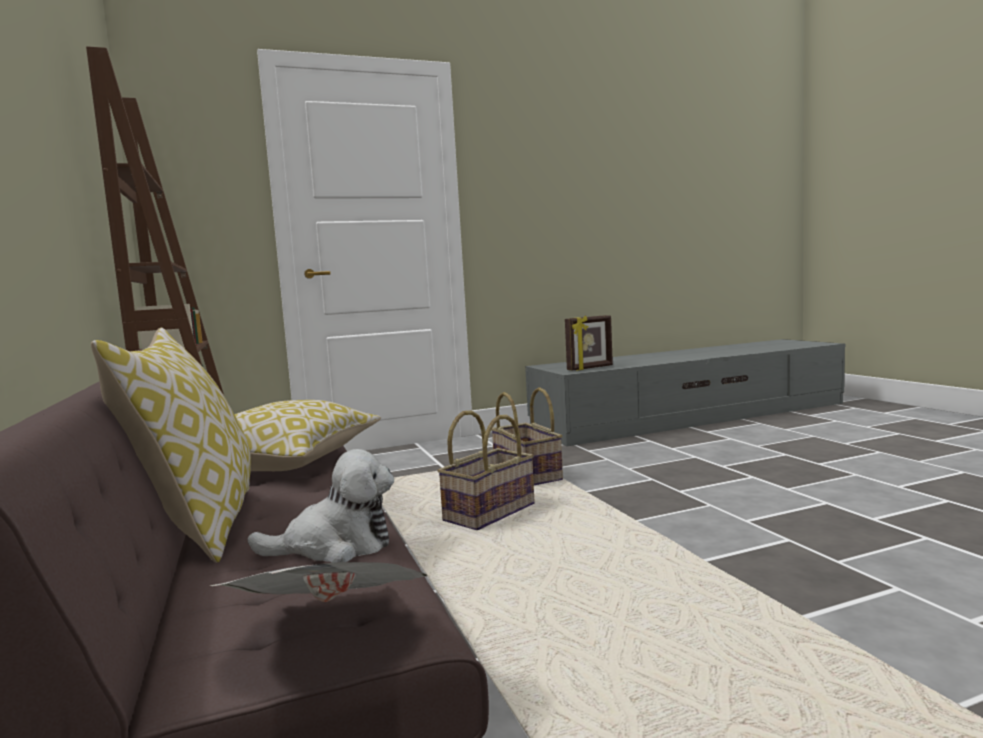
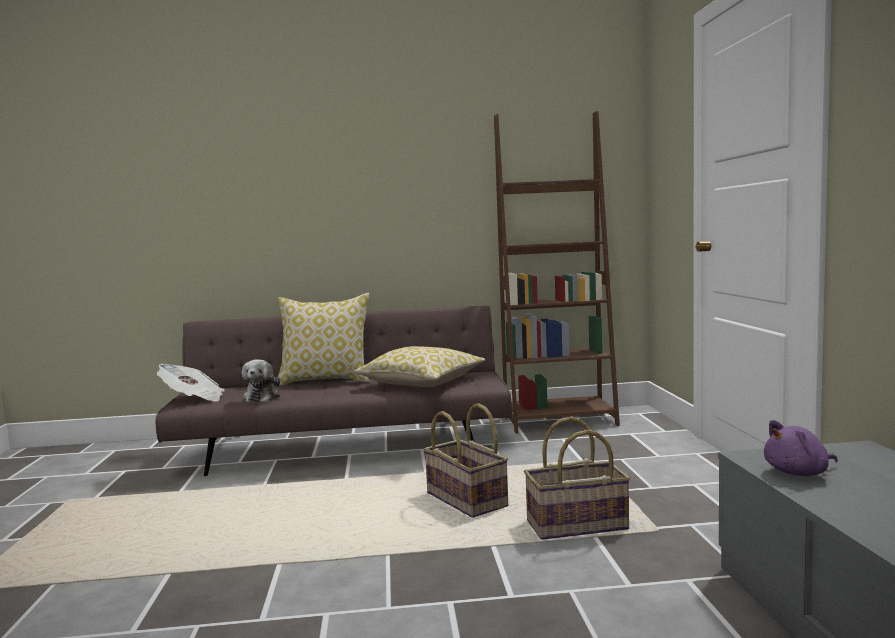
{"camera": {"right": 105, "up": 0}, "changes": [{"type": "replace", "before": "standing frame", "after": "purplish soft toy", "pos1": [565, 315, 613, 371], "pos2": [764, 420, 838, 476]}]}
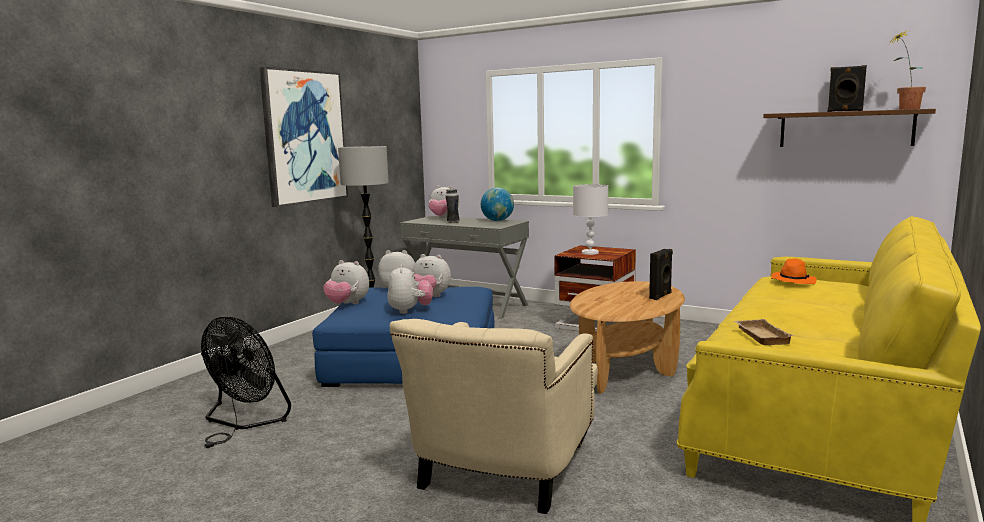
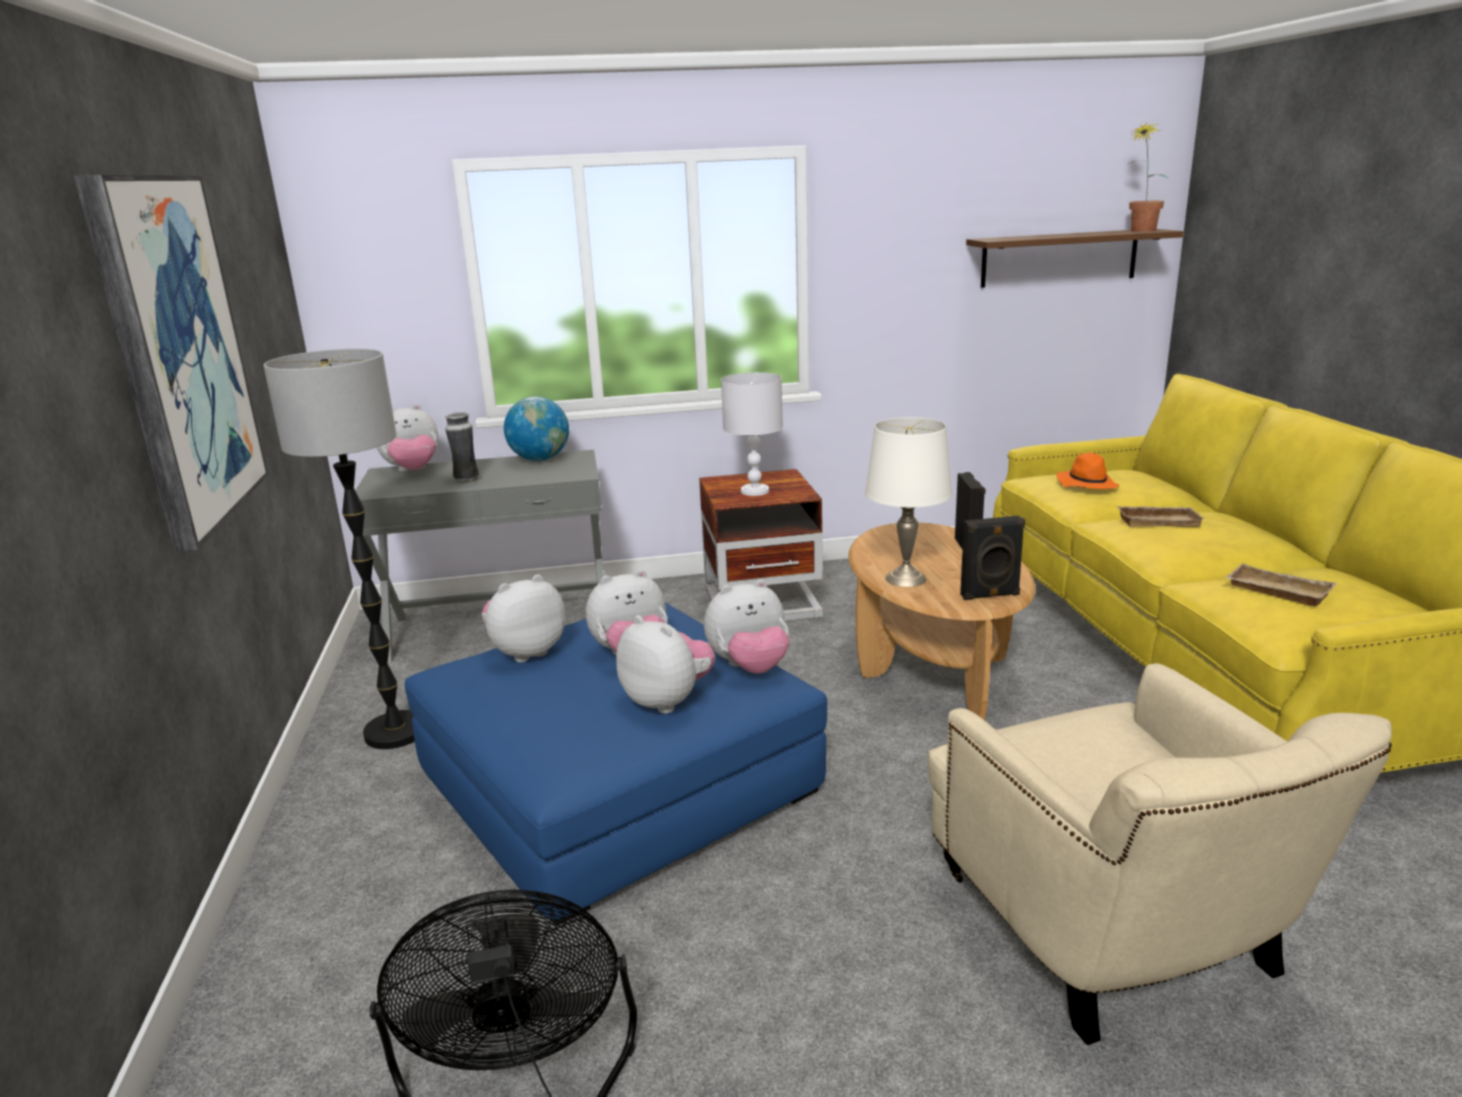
{"camera": {"right": -40, "up": 10}, "changes": [{"type": "move", "before": "soft toy", "pos1": [323, 260, 369, 304], "pos2": [704, 580, 789, 674]}, {"type": "move", "before": "blackish speaker", "pos1": [828, 65, 867, 112], "pos2": [960, 516, 1025, 600]}, {"type": "insert", "after": "white lamp for a table", "pos2": [865, 417, 953, 587]}, {"type": "insert", "after": "beige serving tray", "pos2": [1117, 506, 1205, 527]}]}
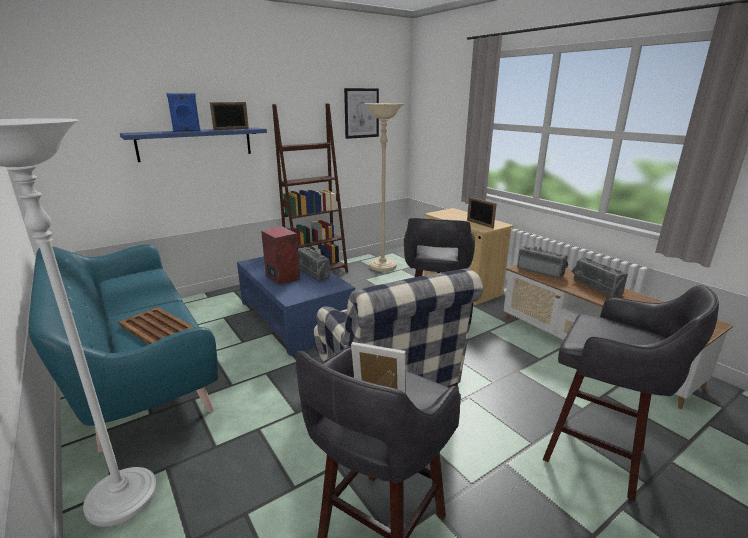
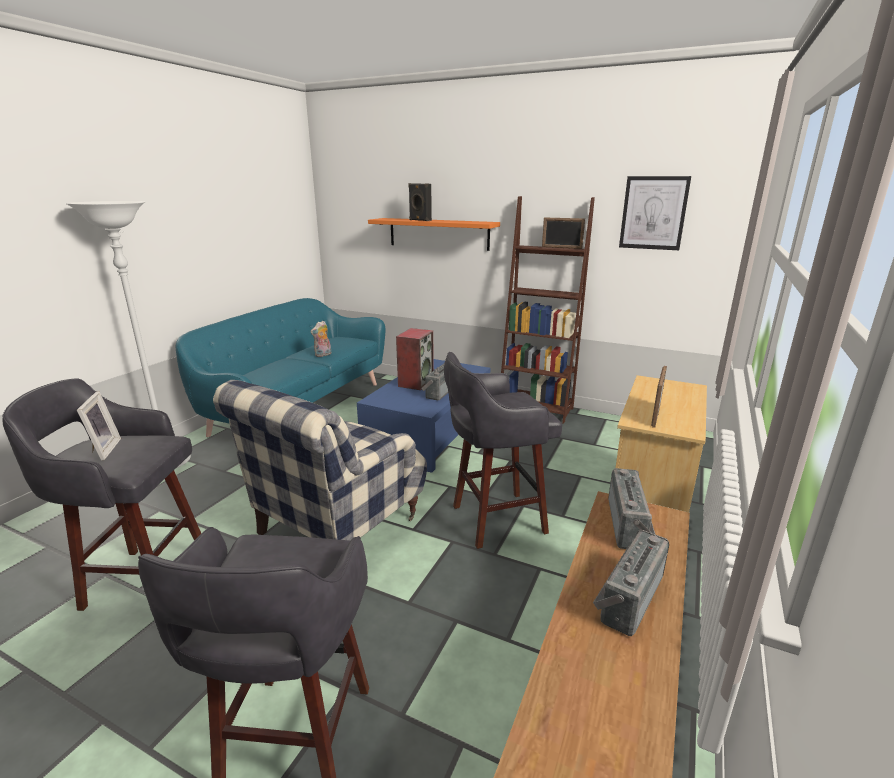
{"camera": {"right": 60, "up": 0}, "changes": [{"type": "delete", "before": "brown serving tray", "pos1": [119, 307, 195, 344]}, {"type": "recolor", "before": "blue wall shelf", "after": "orange-coloured wall shelf", "pos1": [120, 127, 267, 162], "pos2": [368, 218, 500, 251]}, {"type": "recolor", "before": "blue speaker", "after": "blackish speaker", "pos1": [167, 93, 201, 132], "pos2": [408, 183, 432, 221]}, {"type": "move", "before": "standing frame", "pos1": [210, 102, 249, 130], "pos2": [542, 217, 585, 249]}, {"type": "delete", "before": "beige standard lamp", "pos1": [365, 103, 404, 272]}, {"type": "insert", "after": "soft toy", "pos2": [310, 321, 331, 357]}]}
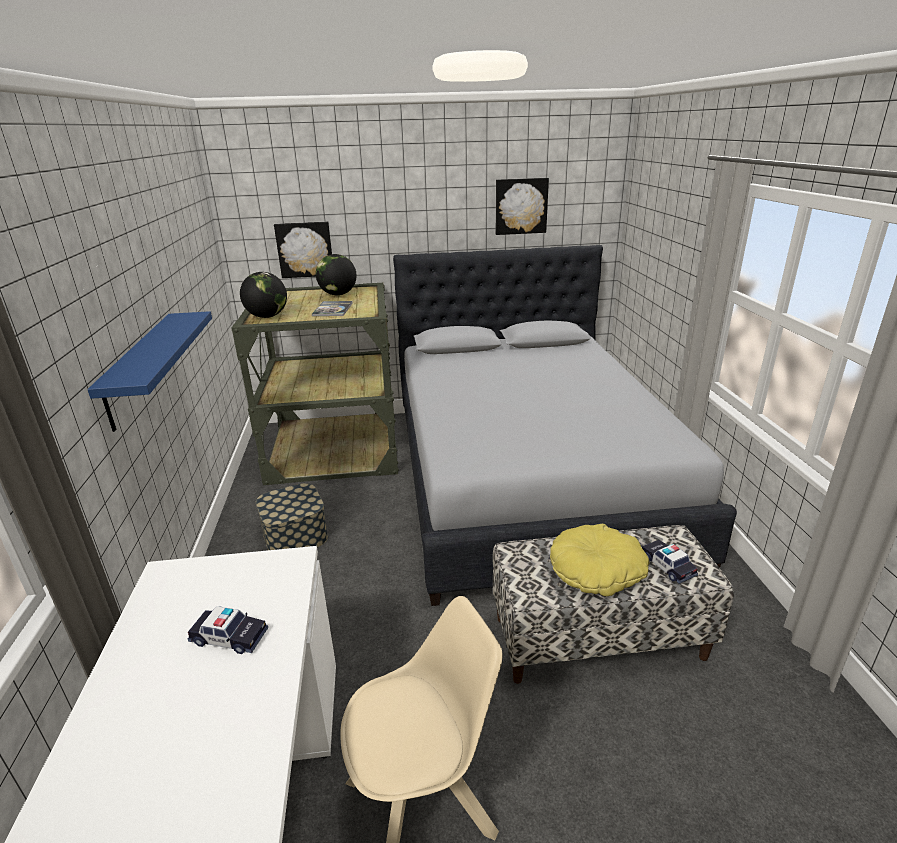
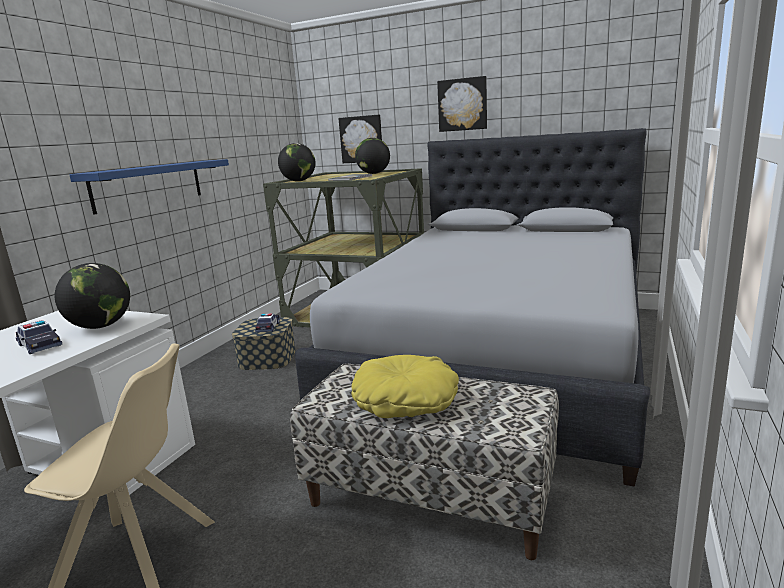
{"camera": {"right": 30, "up": -10}, "changes": [{"type": "move", "before": "wall picture", "pos1": [496, 178, 549, 235], "pos2": [437, 76, 487, 132]}, {"type": "move", "before": "miniature car", "pos1": [642, 540, 698, 584], "pos2": [255, 313, 280, 332]}, {"type": "insert", "after": "globe", "pos2": [55, 263, 130, 329]}]}
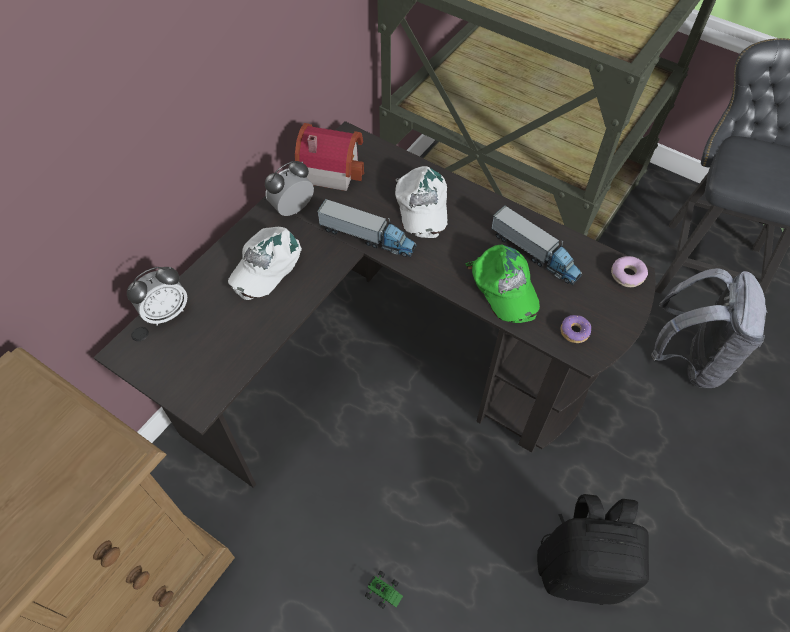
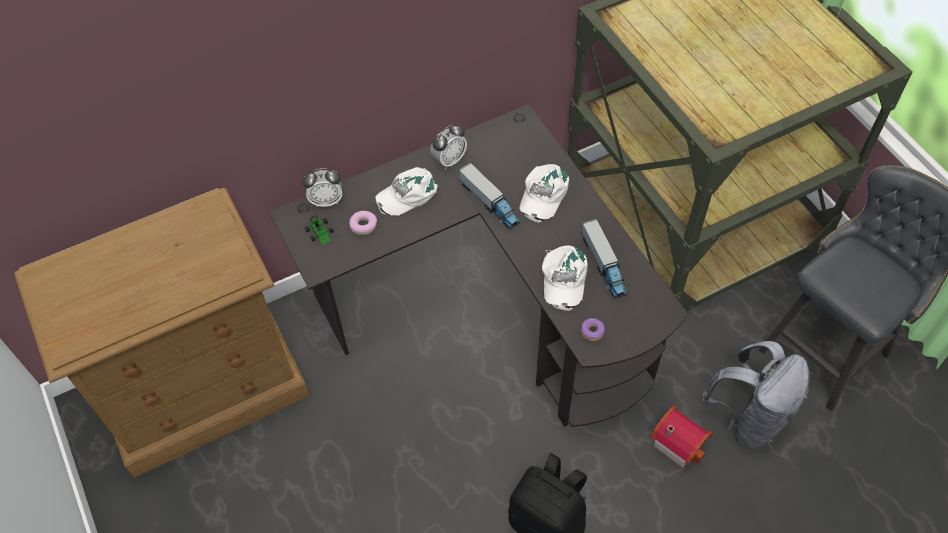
{"camera": {"right": 30, "up": 0}, "changes": [{"type": "rotate", "before": "bedside clock", "pos1": [265, 161, 314, 216], "pos2": [430, 124, 467, 169], "turn": 150}, {"type": "move", "before": "toy house", "pos1": [295, 123, 364, 191], "pos2": [650, 406, 712, 468]}, {"type": "move", "before": "miniature car", "pos1": [365, 571, 403, 609], "pos2": [305, 215, 334, 245]}, {"type": "recolor", "before": "greenish peaked cap", "after": "white peaked cap", "pos1": [466, 245, 540, 323], "pos2": [542, 246, 587, 311]}, {"type": "move", "before": "doughnut", "pos1": [611, 256, 648, 287], "pos2": [349, 211, 377, 235]}]}
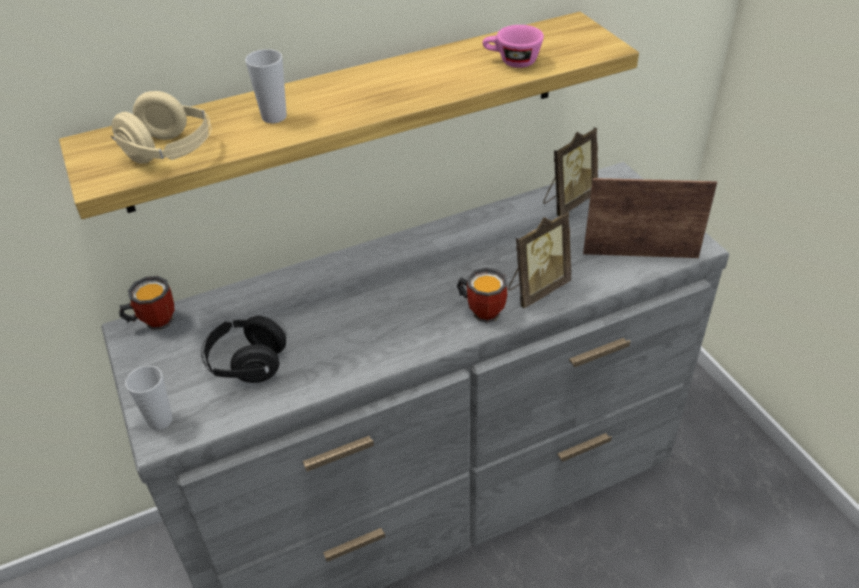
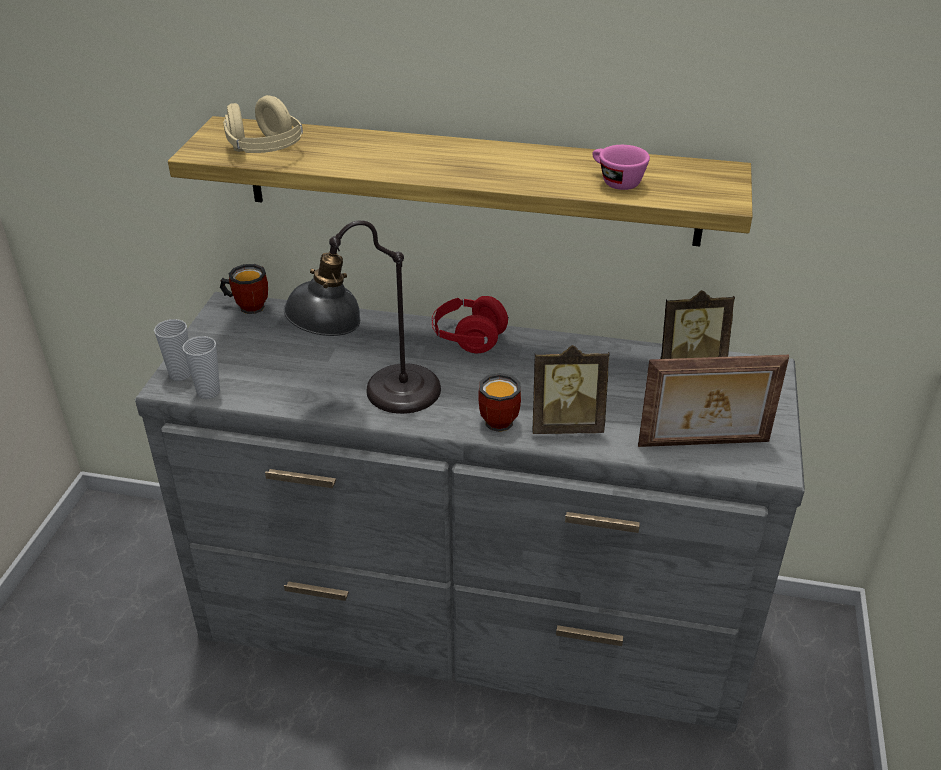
{"camera": {"right": 35, "up": -5}, "changes": [{"type": "delete", "before": "blackish headphones", "pos1": [201, 316, 286, 383]}, {"type": "move", "before": "small cup", "pos1": [245, 49, 287, 123], "pos2": [182, 336, 220, 399]}, {"type": "rotate", "before": "standing frame", "pos1": [583, 178, 717, 258], "pos2": [638, 355, 789, 447], "turn": 135}, {"type": "insert", "after": "grey lamp for a table", "pos2": [284, 220, 441, 414]}, {"type": "insert", "after": "reddish headphones", "pos2": [432, 296, 509, 353]}]}
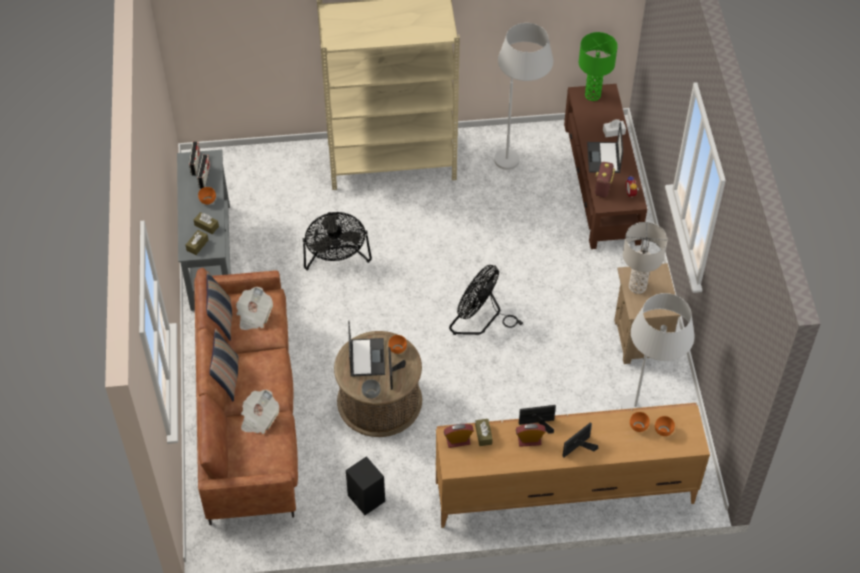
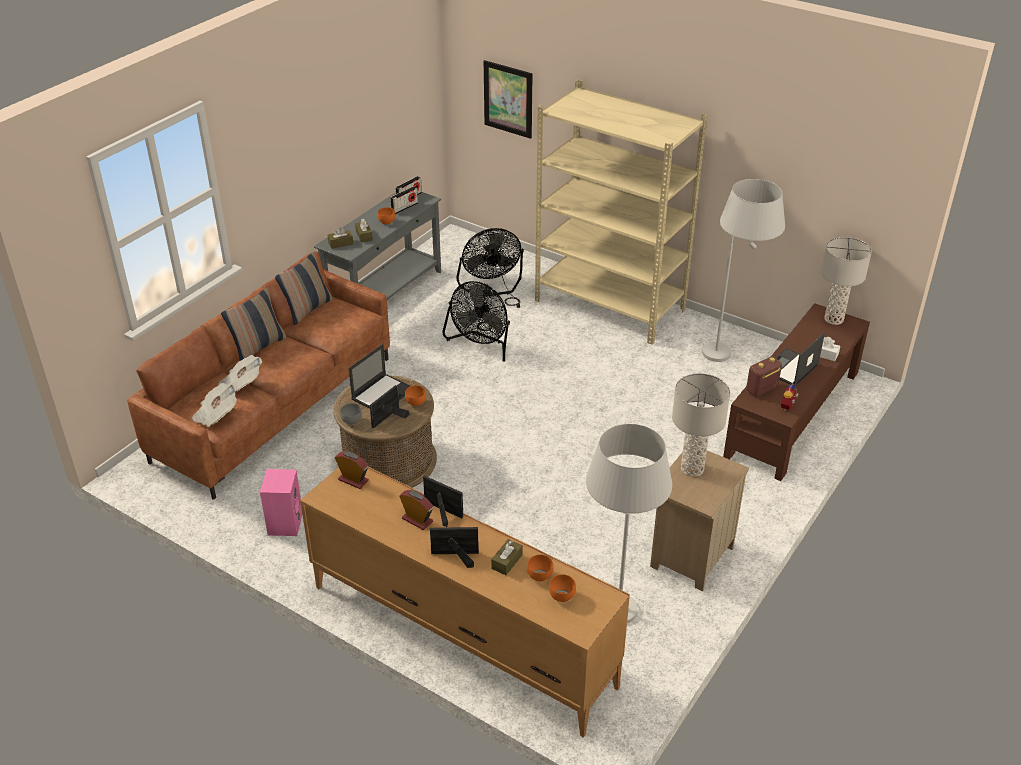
{"camera": {"right": 40, "up": -15}, "changes": [{"type": "move", "before": "printed paper", "pos1": [236, 287, 273, 330], "pos2": [192, 383, 237, 427]}, {"type": "recolor", "before": "blackish speaker", "after": "pink speaker", "pos1": [346, 456, 385, 515], "pos2": [260, 469, 302, 536]}, {"type": "move", "before": "blackish fan", "pos1": [449, 265, 523, 335], "pos2": [456, 228, 524, 308]}, {"type": "move", "before": "brown box of tissues", "pos1": [475, 419, 493, 446], "pos2": [491, 539, 523, 575]}, {"type": "recolor", "before": "greenish lamp for a table", "after": "white lamp for a table", "pos1": [579, 32, 618, 101], "pos2": [821, 237, 872, 325]}, {"type": "insert", "after": "wall picture", "pos2": [484, 60, 533, 139]}]}
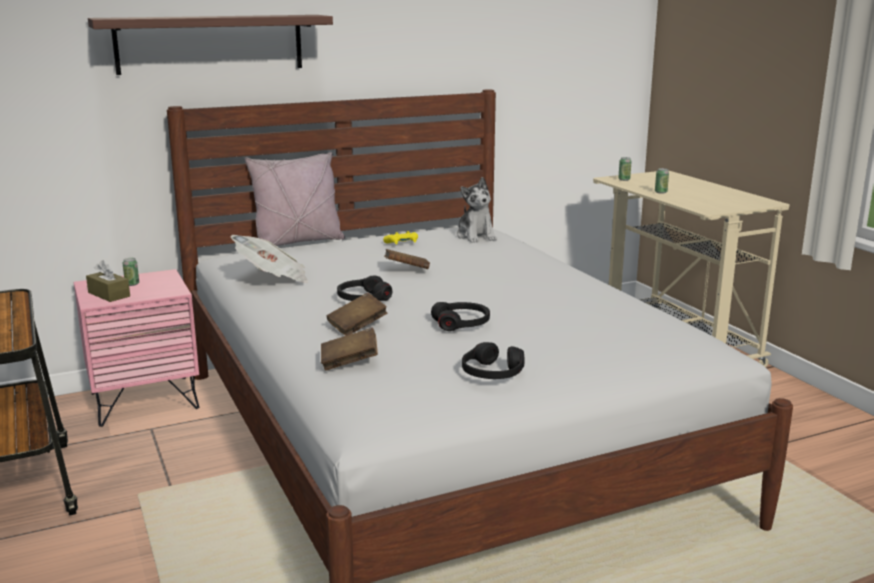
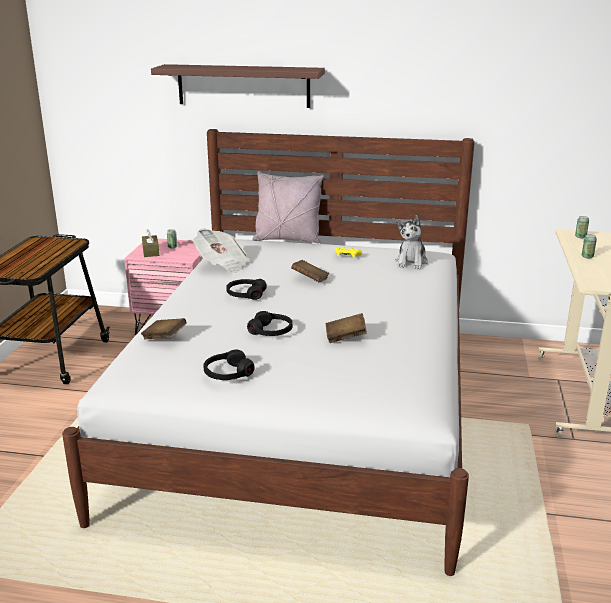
{"camera": {"right": 35, "up": 5}, "changes": [{"type": "move", "before": "brown book", "pos1": [327, 292, 388, 336], "pos2": [326, 313, 367, 343]}]}
